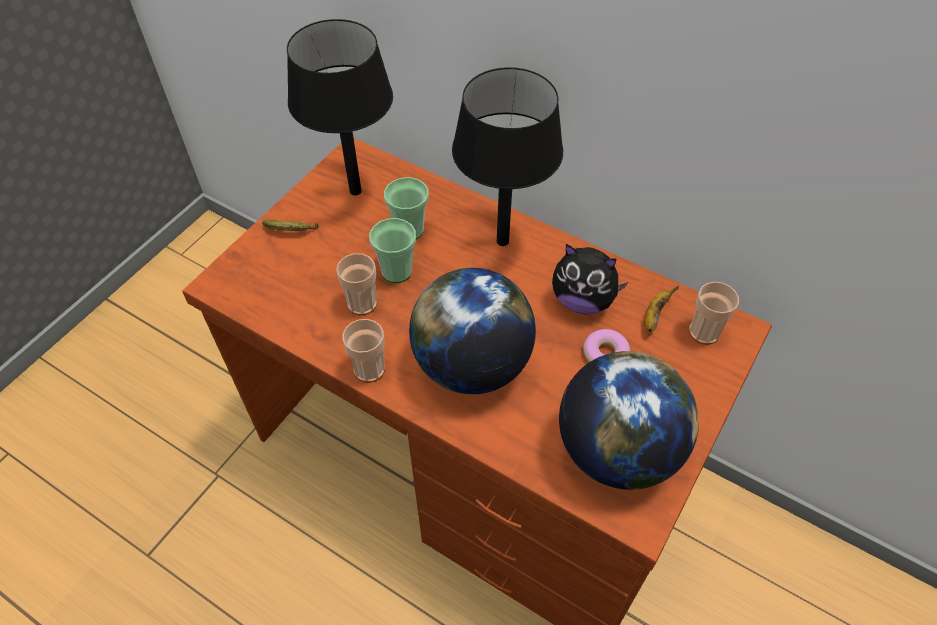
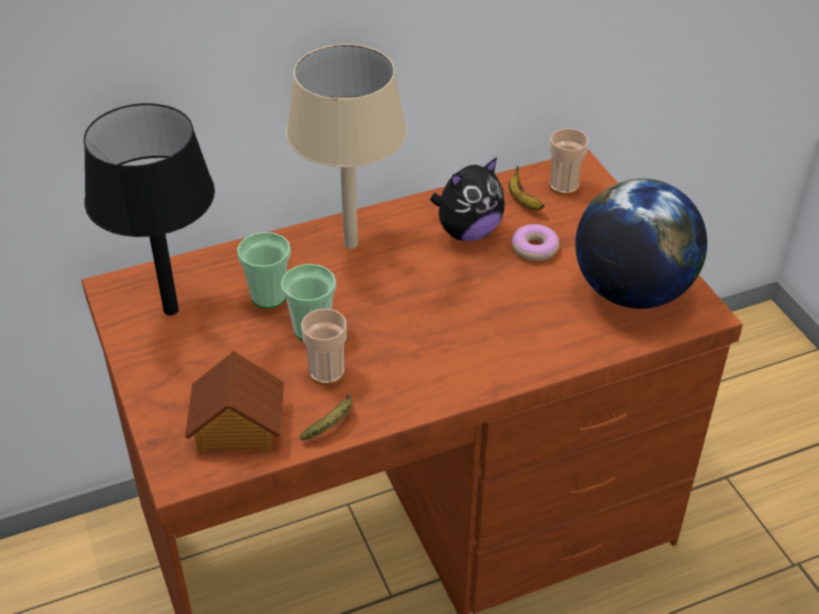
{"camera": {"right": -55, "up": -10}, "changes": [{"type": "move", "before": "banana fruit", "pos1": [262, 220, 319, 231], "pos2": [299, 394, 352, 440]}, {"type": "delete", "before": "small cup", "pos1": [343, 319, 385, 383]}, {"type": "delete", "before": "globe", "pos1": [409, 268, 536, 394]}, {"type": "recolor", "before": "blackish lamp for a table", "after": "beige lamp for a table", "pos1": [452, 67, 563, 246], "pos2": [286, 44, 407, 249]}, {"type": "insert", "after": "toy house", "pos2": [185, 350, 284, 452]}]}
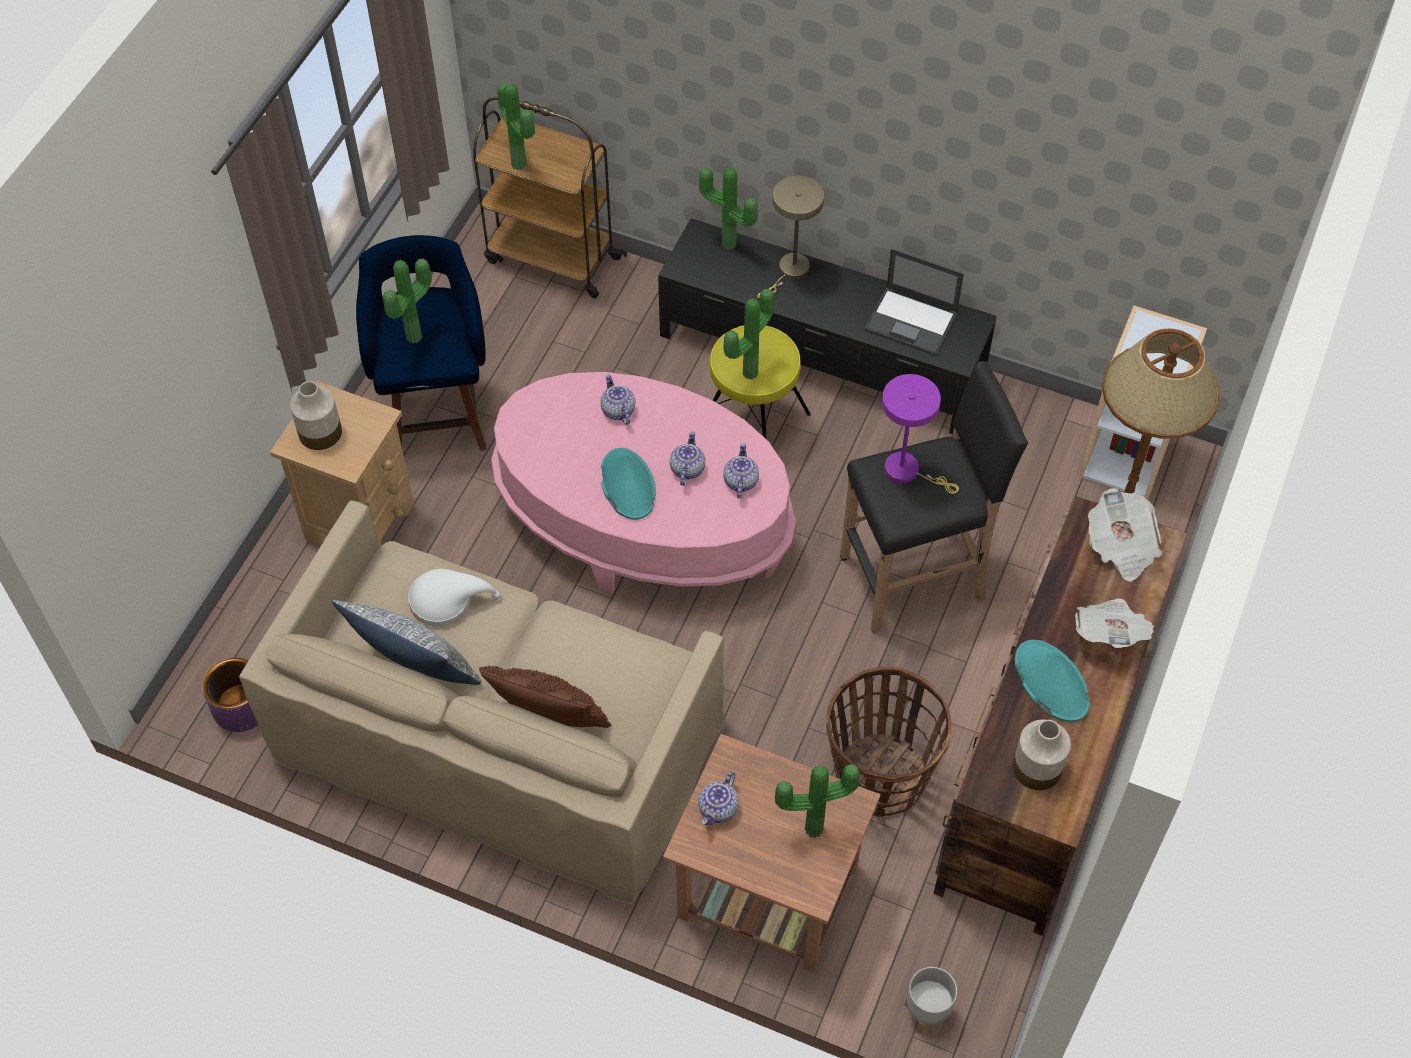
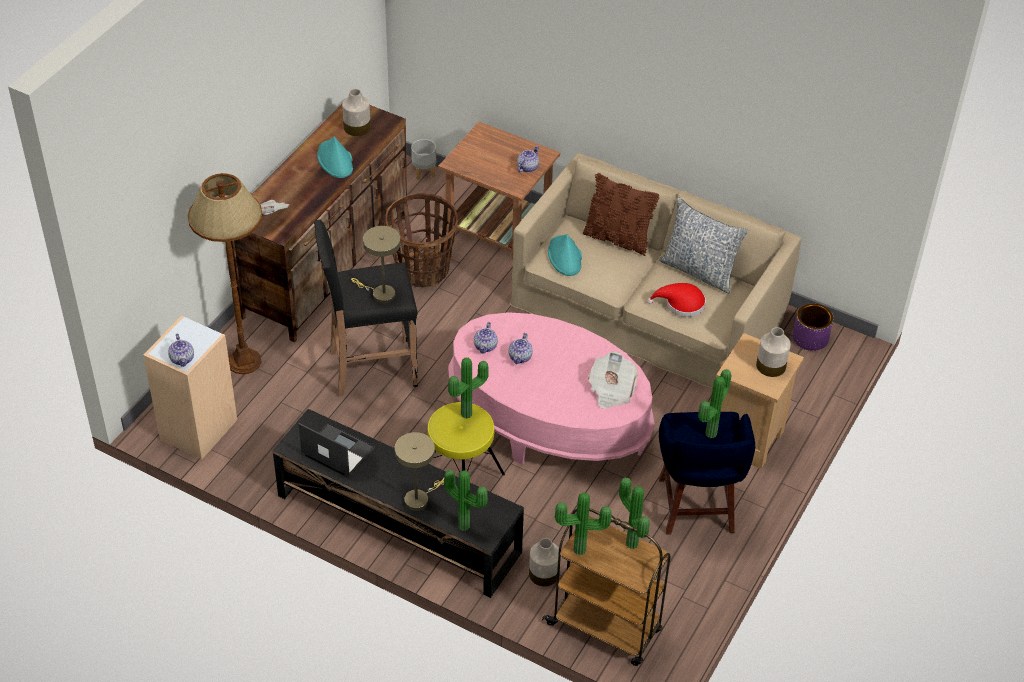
{"camera": {"right": -175, "up": -10}, "changes": [{"type": "recolor", "before": "white wearable hat", "after": "reddish wearable hat", "pos1": [408, 569, 501, 627], "pos2": [647, 283, 706, 317]}, {"type": "move", "before": "teapot", "pos1": [600, 374, 635, 425], "pos2": [168, 334, 194, 367]}, {"type": "move", "before": "turquoise-coloured wearable hat", "pos1": [601, 448, 656, 520], "pos2": [548, 234, 582, 276]}, {"type": "move", "before": "potted plant", "pos1": [775, 764, 860, 838], "pos2": [555, 492, 612, 555]}, {"type": "recolor", "before": "purplish lamp for a table", "after": "beige lamp for a table", "pos1": [882, 374, 959, 494], "pos2": [351, 226, 401, 304]}, {"type": "move", "before": "printed paper", "pos1": [1075, 598, 1154, 648], "pos2": [588, 352, 638, 409]}, {"type": "insert", "after": "beige decorative vase", "pos2": [529, 538, 560, 586]}]}
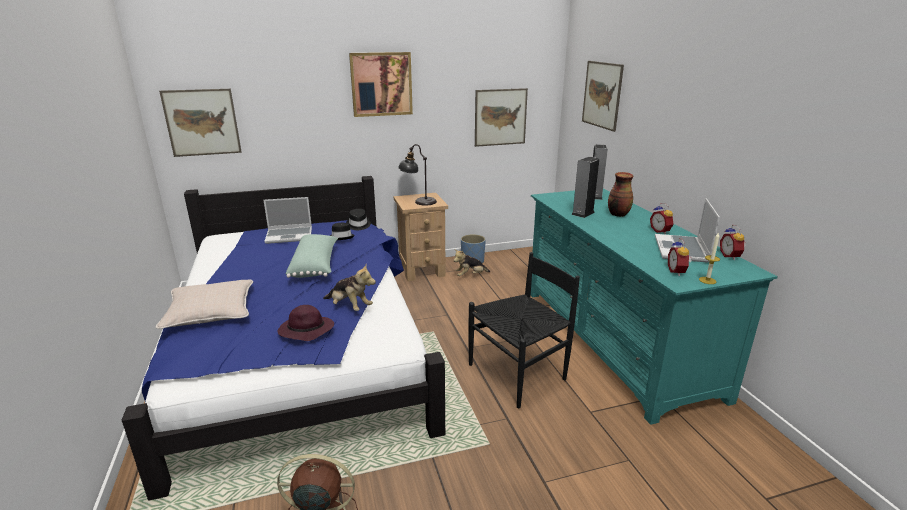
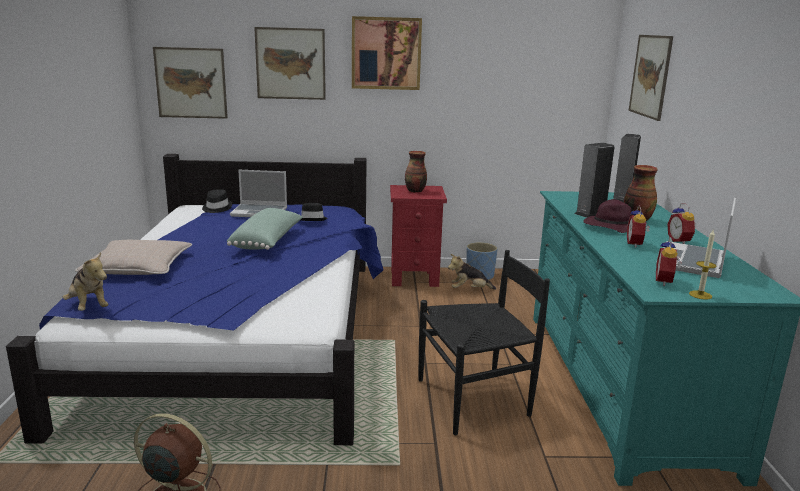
{"camera": {"right": 15, "up": -5}, "changes": [{"type": "move", "before": "purplish wearable hat", "pos1": [278, 305, 334, 341], "pos2": [583, 199, 632, 233]}, {"type": "move", "before": "soft toy", "pos1": [323, 265, 376, 311], "pos2": [63, 252, 108, 311]}, {"type": "move", "before": "blackish wearable hat", "pos1": [346, 209, 371, 230], "pos2": [202, 189, 232, 213]}, {"type": "recolor", "before": "beige nightstand", "after": "reddish nightstand", "pos1": [394, 193, 448, 281], "pos2": [390, 185, 447, 287]}, {"type": "replace", "before": "grey lamp for a table", "after": "decorative vase", "pos1": [398, 144, 437, 206], "pos2": [405, 151, 427, 193]}, {"type": "move", "before": "wall picture", "pos1": [475, 88, 528, 147], "pos2": [254, 27, 326, 100]}, {"type": "move", "before": "bedside clock", "pos1": [720, 225, 746, 260], "pos2": [627, 205, 650, 248]}]}
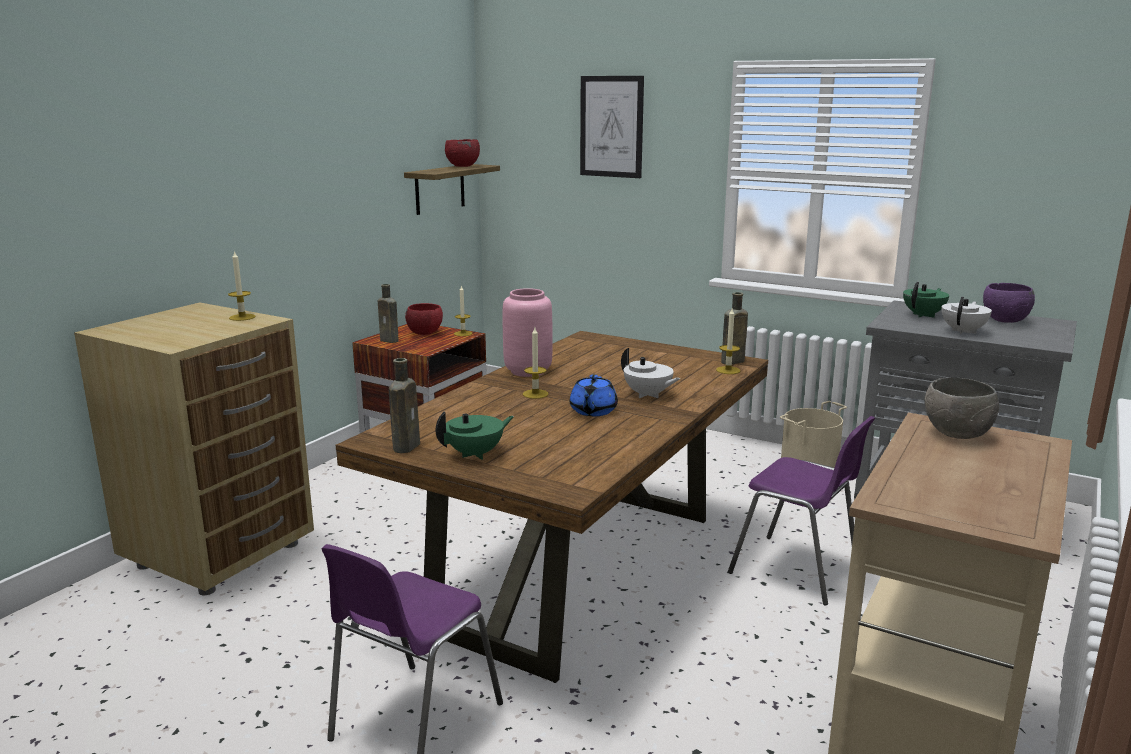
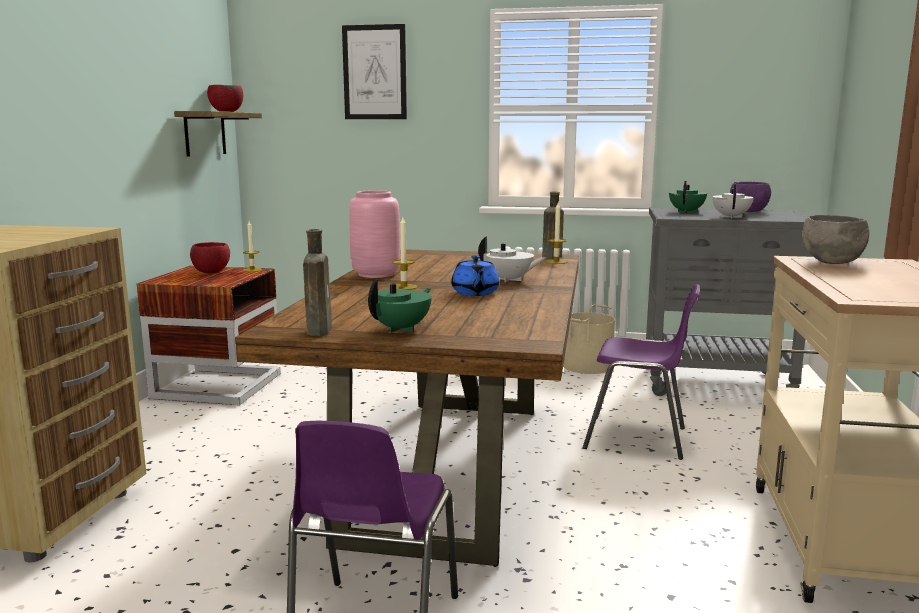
{"camera": {"right": -20, "up": -5}, "changes": [{"type": "delete", "before": "wax candle", "pos1": [228, 250, 256, 321]}, {"type": "delete", "before": "brown bottle", "pos1": [378, 284, 399, 343]}]}
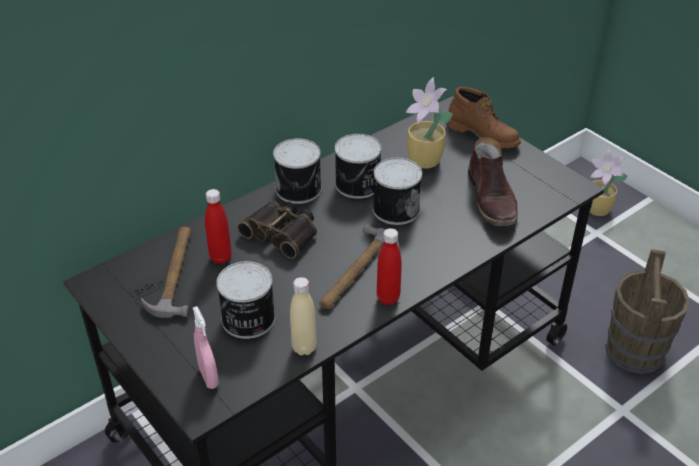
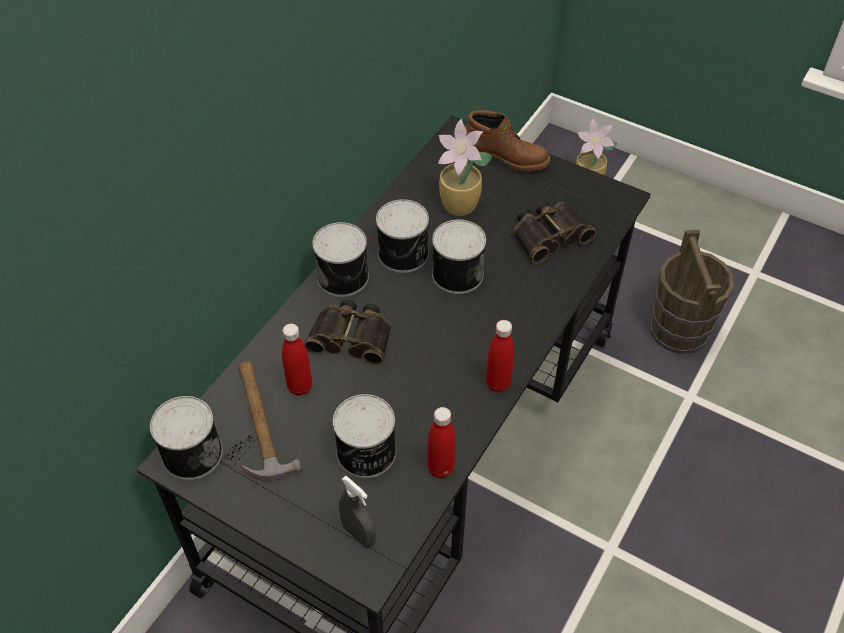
{"camera": {"right": -20, "up": 10}, "changes": [{"type": "recolor", "before": "pink hand sprayer", "after": "grey hand sprayer", "pos1": [193, 306, 219, 389], "pos2": [339, 476, 376, 548]}, {"type": "recolor", "before": "beige bottle", "after": "reddish bottle", "pos1": [290, 277, 317, 355], "pos2": [427, 407, 456, 478]}, {"type": "delete", "before": "hand hammer", "pos1": [319, 223, 399, 309]}, {"type": "replace", "before": "brown tall boot", "after": "binoculars", "pos1": [468, 137, 518, 226], "pos2": [513, 201, 596, 264]}, {"type": "insert", "after": "can", "pos2": [150, 396, 223, 480]}]}
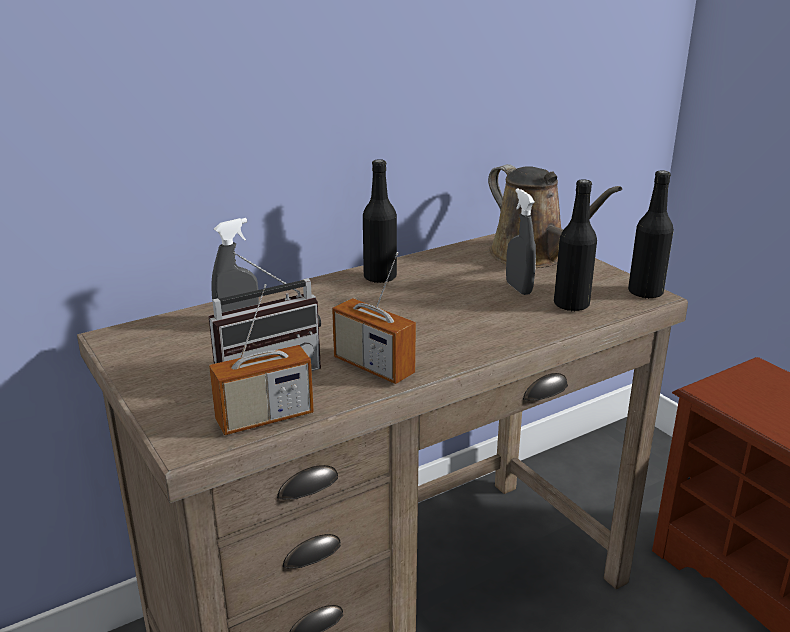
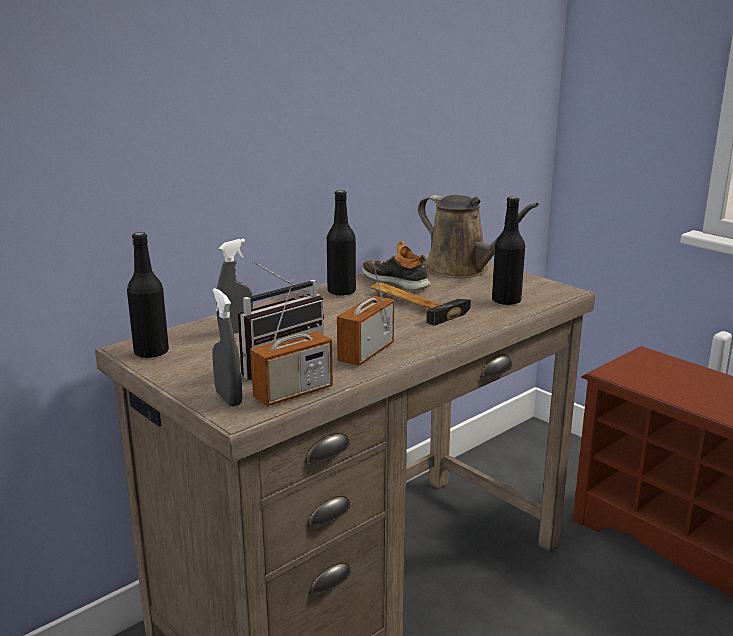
{"camera": {"right": -10, "up": -5}, "changes": [{"type": "rotate", "before": "radio", "pos1": [332, 252, 416, 384], "pos2": [337, 261, 394, 366], "turn": 90}, {"type": "move", "before": "grey hand sprayer", "pos1": [506, 189, 536, 295], "pos2": [212, 288, 242, 407]}, {"type": "move", "before": "blackish bottle", "pos1": [628, 170, 674, 299], "pos2": [127, 232, 169, 358]}, {"type": "insert", "after": "item of footwear", "pos2": [362, 241, 430, 290]}, {"type": "insert", "after": "hand hammer", "pos2": [371, 282, 471, 326]}]}
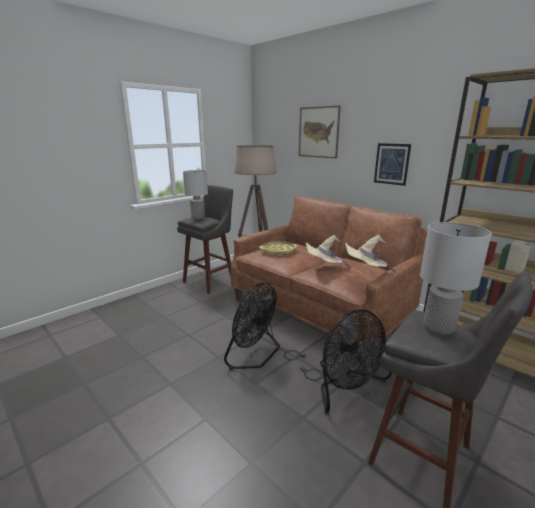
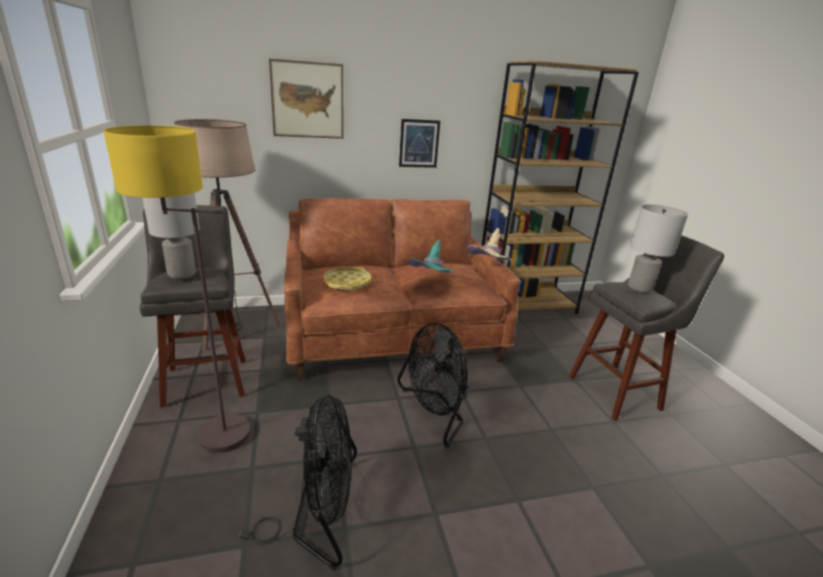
{"camera": {"right": -60, "up": 5}, "changes": [{"type": "move", "before": "blackish fan", "pos1": [300, 310, 392, 414], "pos2": [240, 395, 357, 571]}, {"type": "recolor", "before": "beige wearable hat", "after": "turquoise-coloured wearable hat", "pos1": [305, 235, 350, 268], "pos2": [408, 240, 453, 273]}, {"type": "insert", "after": "yellowish standard lamp", "pos2": [104, 125, 250, 453]}]}
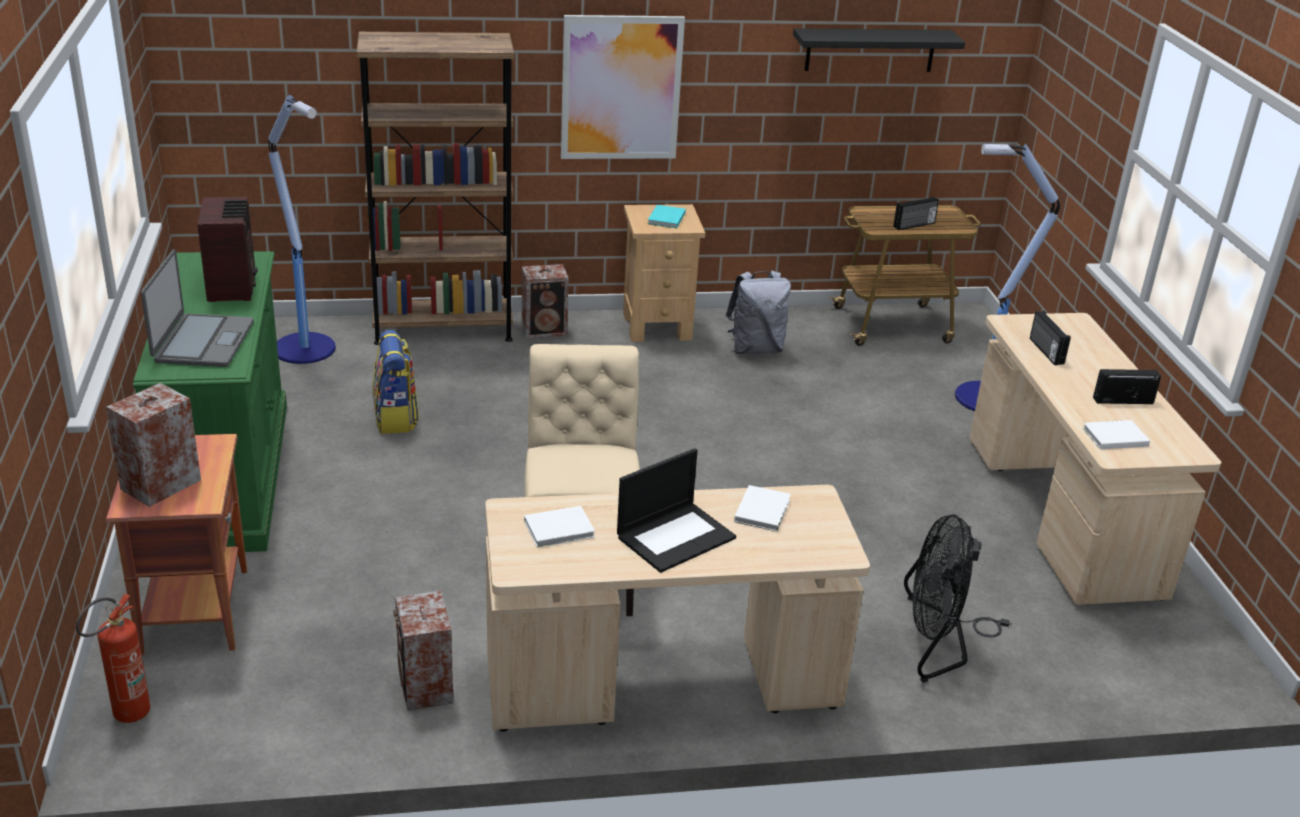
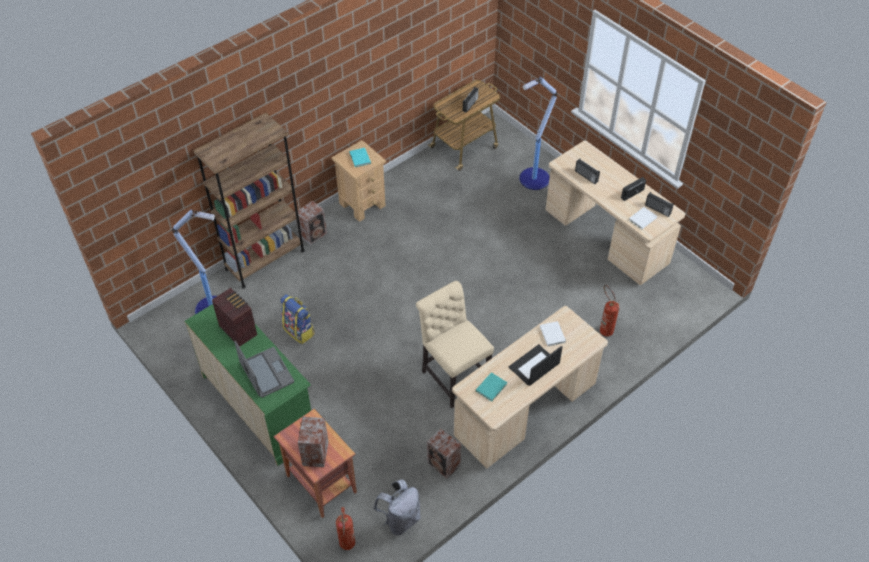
{"camera": {"right": -30, "up": 20}, "changes": [{"type": "recolor", "before": "white book", "after": "turquoise-coloured book", "pos1": [524, 506, 595, 548], "pos2": [476, 372, 507, 401]}, {"type": "delete", "before": "wall picture", "pos1": [561, 15, 685, 159]}, {"type": "rotate", "before": "portable computer", "pos1": [617, 448, 736, 573], "pos2": [509, 344, 562, 386], "turn": -150}, {"type": "move", "before": "grey knapsack", "pos1": [725, 270, 791, 354], "pos2": [373, 480, 421, 535]}, {"type": "delete", "before": "blackish wall shelf", "pos1": [793, 28, 965, 72]}, {"type": "replace", "before": "blackish fan", "after": "extinguisher", "pos1": [904, 514, 1012, 683], "pos2": [600, 285, 619, 337]}, {"type": "insert", "after": "radio", "pos2": [645, 192, 674, 217]}]}
